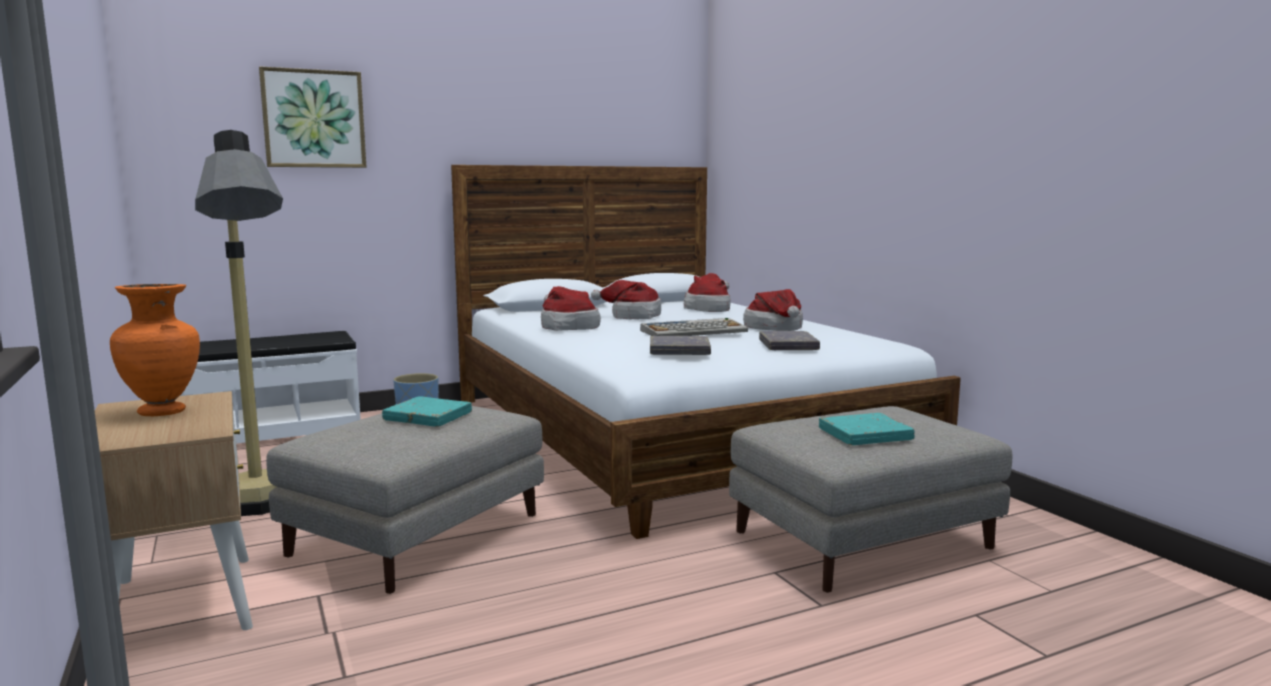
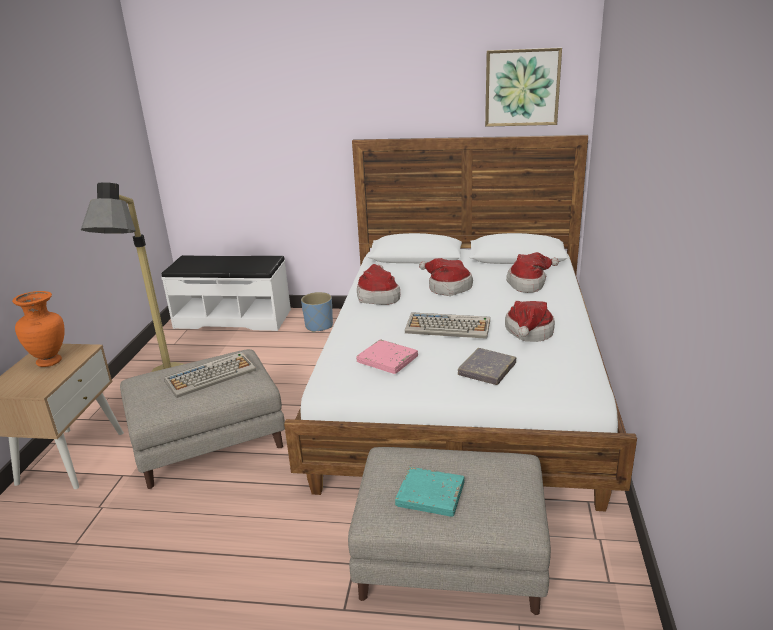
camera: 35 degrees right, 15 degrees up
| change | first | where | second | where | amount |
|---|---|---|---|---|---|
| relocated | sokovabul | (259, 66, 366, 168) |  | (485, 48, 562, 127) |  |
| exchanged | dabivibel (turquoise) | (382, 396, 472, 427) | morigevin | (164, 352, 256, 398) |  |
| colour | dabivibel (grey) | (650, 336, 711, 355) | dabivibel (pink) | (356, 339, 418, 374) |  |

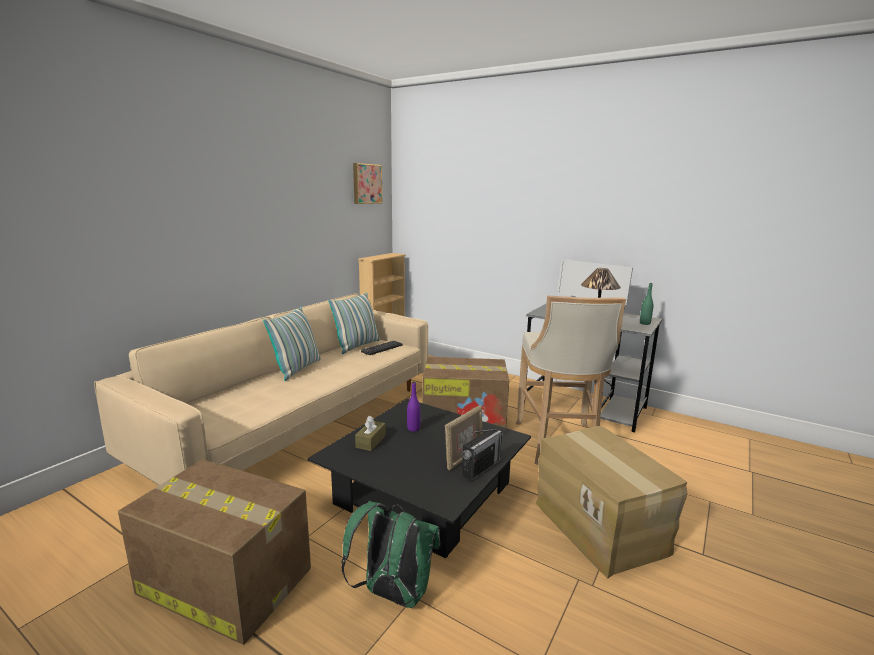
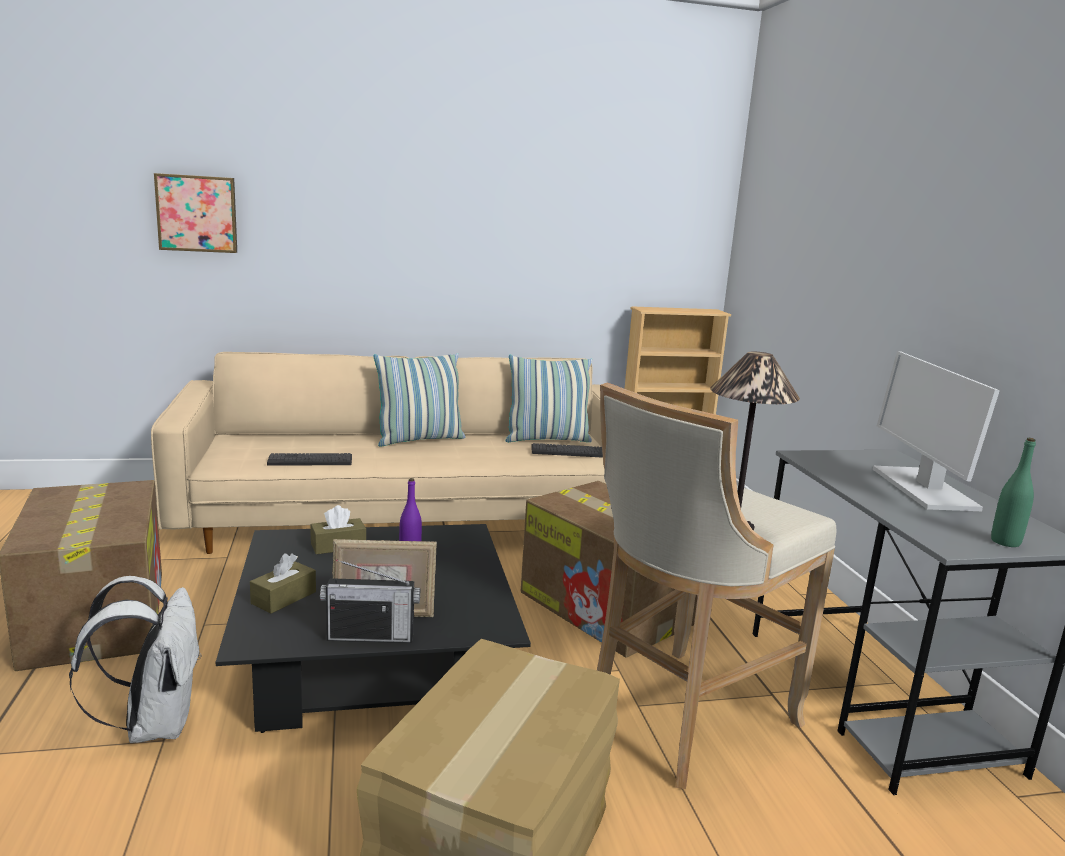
camera: 45 degrees right, 0 degrees up
| change | first | where | second | where | amount |
|---|---|---|---|---|---|
| appeared |  |  | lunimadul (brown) | (250, 553, 316, 614) |  |
| appeared |  |  | morigevin | (267, 453, 352, 466) |  |
| relocated | sokovabul | (353, 163, 382, 204) |  | (154, 173, 237, 253) |  |
| colour | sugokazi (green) | (341, 501, 440, 608) | sugokazi (white) | (69, 576, 202, 743) |  |

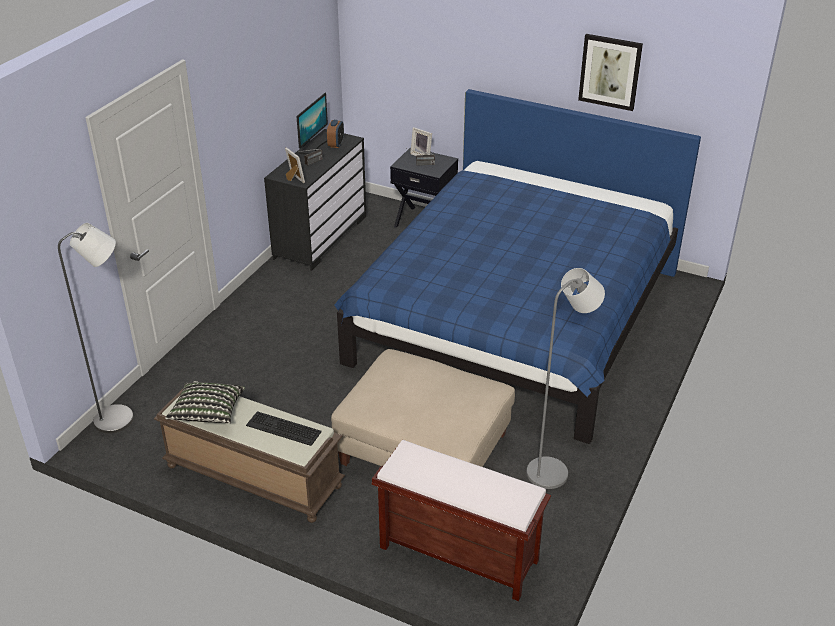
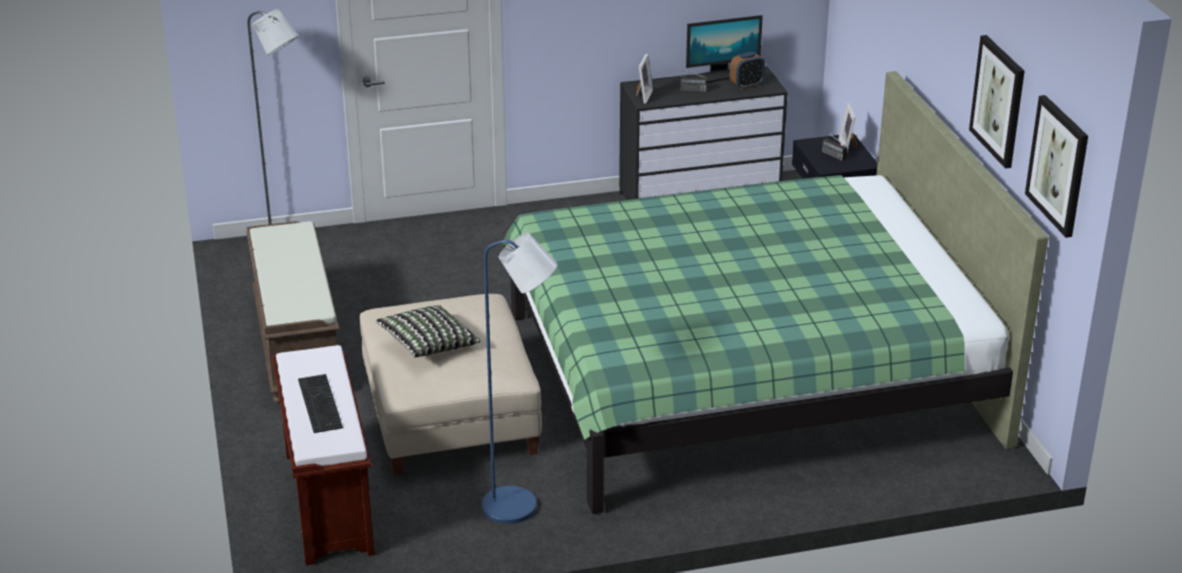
camera: 50 degrees right, 5 degrees down
| change | first | where | second | where | amount |
|---|---|---|---|---|---|
| appeared |  |  | sokovabul | (1025, 95, 1088, 238) |  |
| relocated | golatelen | (165, 382, 245, 423) |  | (375, 305, 481, 357) |  |
| relocated | morigevin | (246, 411, 322, 446) |  | (298, 374, 343, 433) |  |
| colour | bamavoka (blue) | (334, 89, 701, 444) | bamavoka (green) | (502, 71, 1049, 514) |  |
| colour | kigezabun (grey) | (527, 268, 605, 489) | kigezabun (blue) | (482, 233, 558, 524) |  |

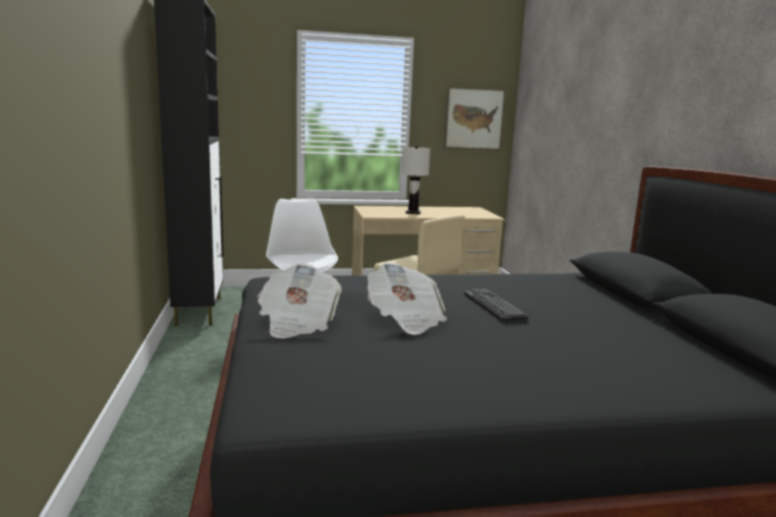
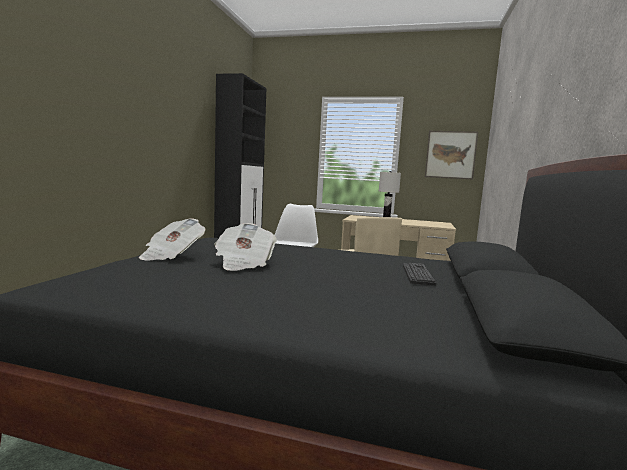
camera: 25 degrees right, 5 degrees down
| change | first | where | second | where | amount |
|---|---|---|---|---|---|
| relocated | morigevin | (464, 289, 528, 321) |  | (403, 263, 436, 286) |  |

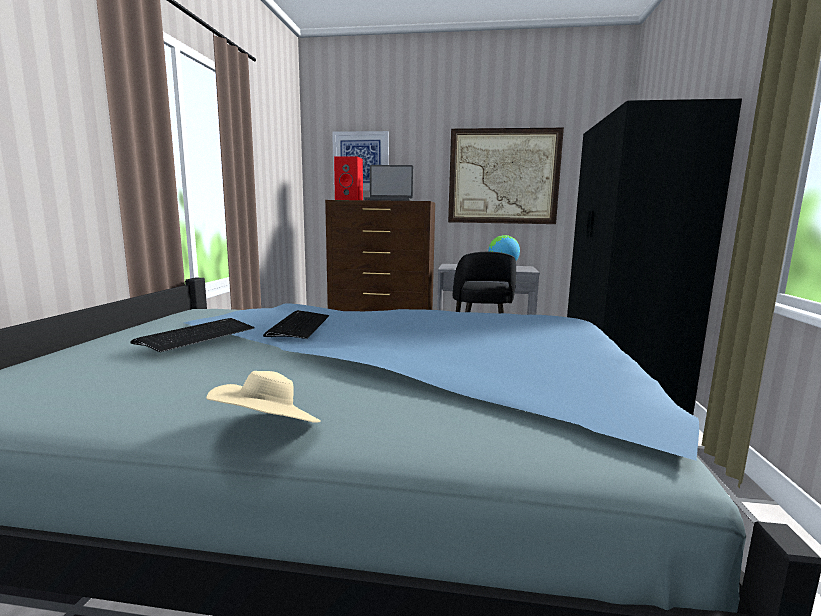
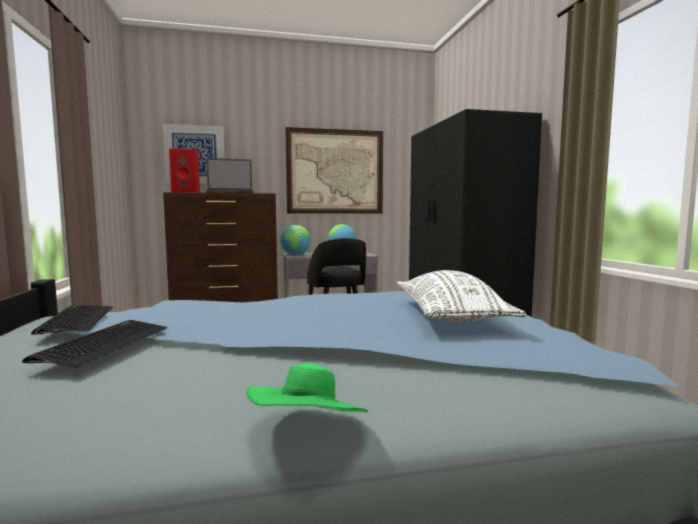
camera: 20 degrees left, 5 degrees down
| change | first | where | second | where | amount |
|---|---|---|---|---|---|
| appeared |  |  | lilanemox | (280, 225, 311, 255) |  |
| appeared |  |  | golatelen (white) | (397, 270, 526, 322) |  |
| relocated | morigevin | (263, 310, 329, 339) |  | (31, 304, 113, 335) |  |
| colour | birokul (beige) | (206, 371, 321, 423) | birokul (green) | (246, 363, 368, 413) |  |

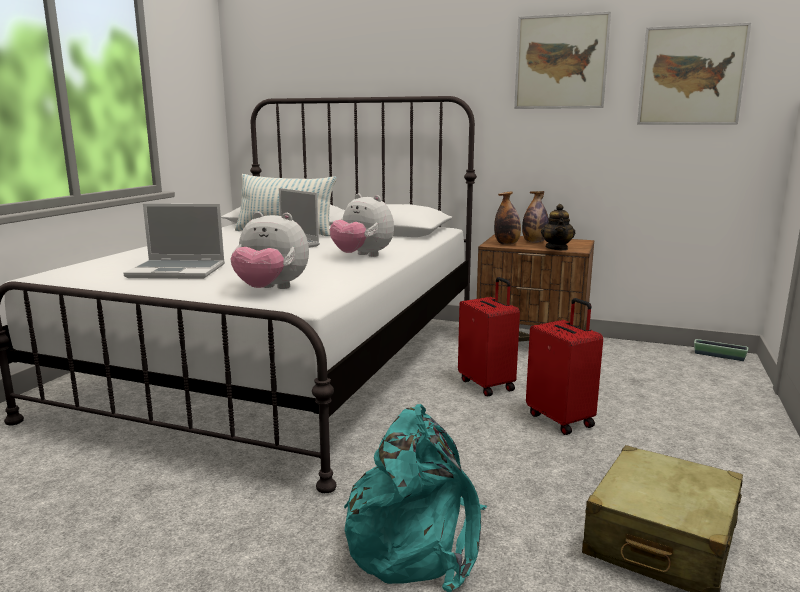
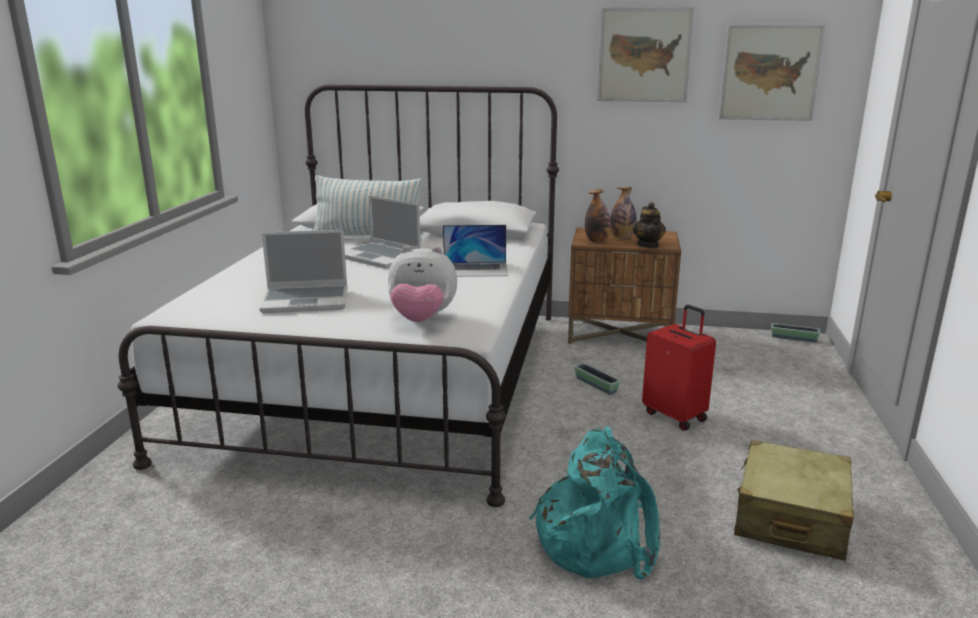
camera: 10 degrees left, 5 degrees up
| change | first | where | second | where | amount |
|---|---|---|---|---|---|
| exchanged | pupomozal | (330, 193, 394, 257) | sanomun | (443, 225, 508, 277) |  |
| exchanged | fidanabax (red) | (458, 277, 520, 397) | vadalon | (575, 363, 620, 395) |  |

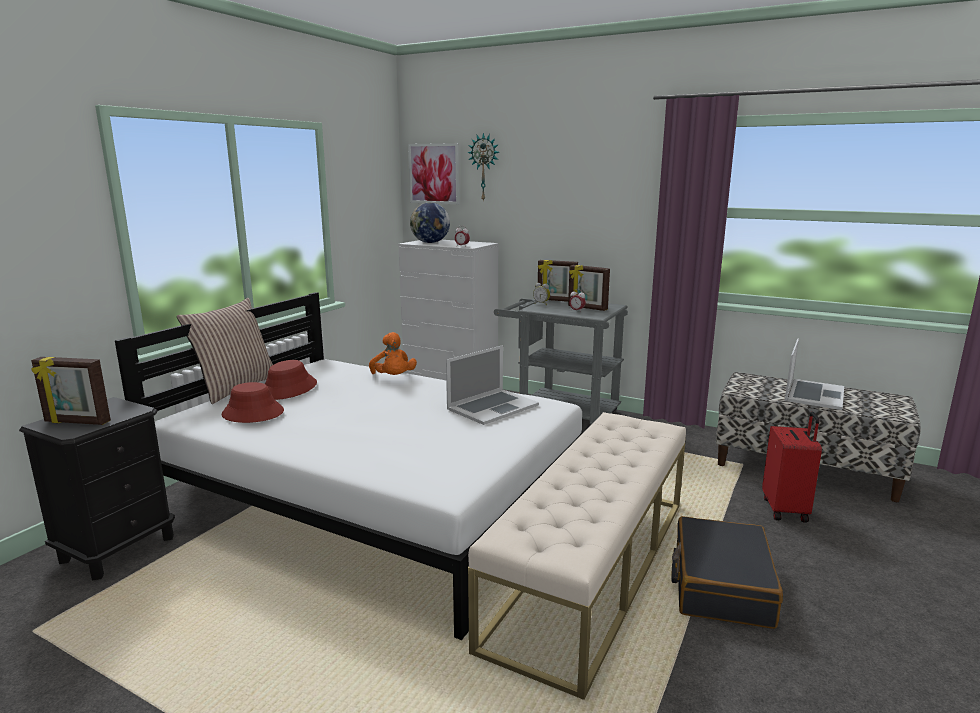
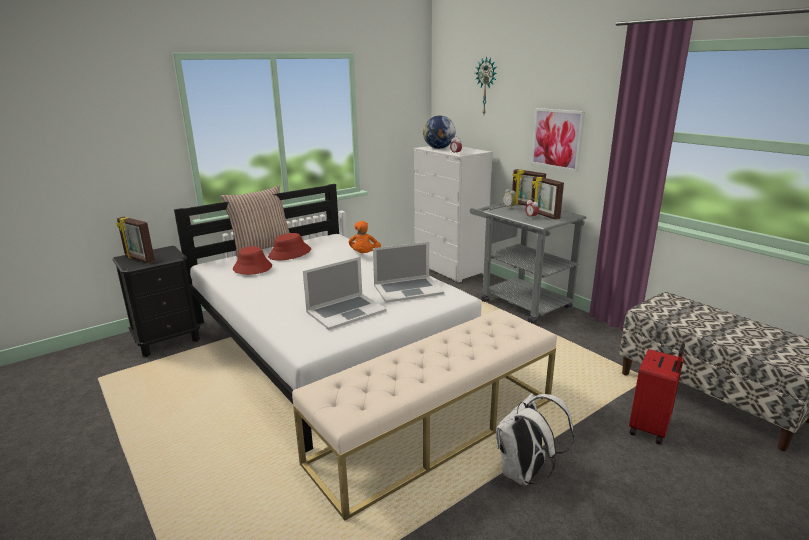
camera: 25 degrees right, 5 degrees up
| change | first | where | second | where | amount |
|---|---|---|---|---|---|
| relocated | sokovabul | (408, 143, 460, 204) |  | (531, 108, 585, 172) |  |
| relocated | sanomun | (785, 339, 844, 410) |  | (303, 257, 386, 330) |  |
| exchanged | fidanabax (black) | (671, 516, 783, 629) | sugokazi (white) | (496, 393, 574, 486) |  |

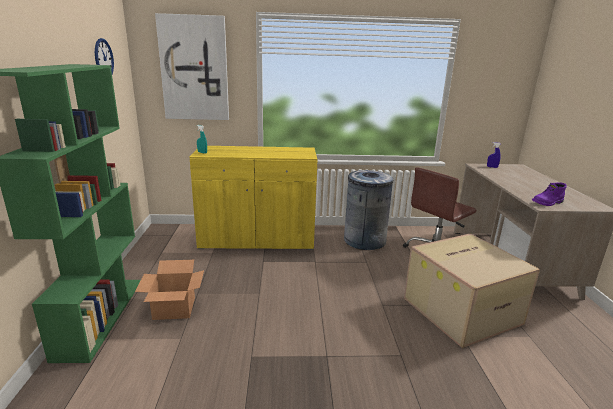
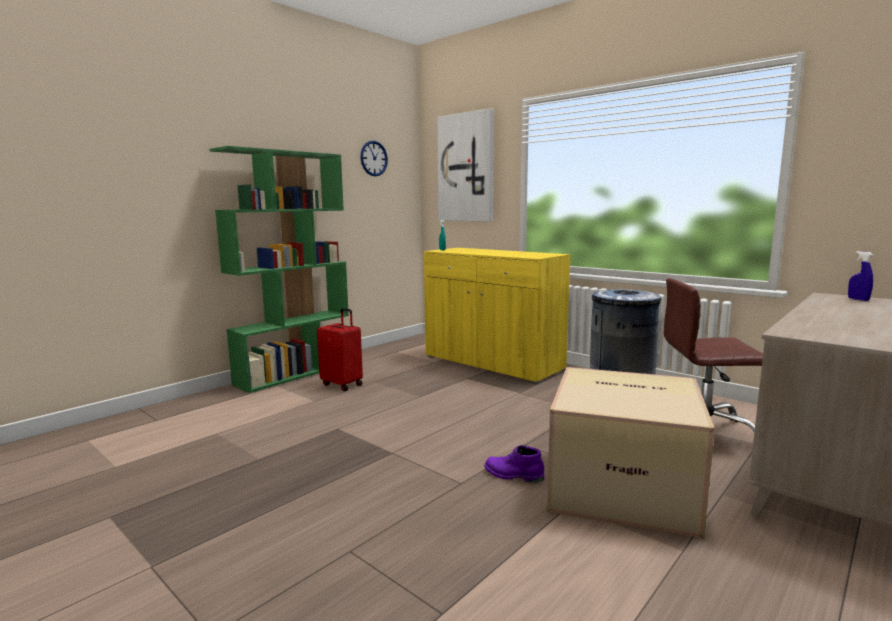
camera: 45 degrees right, 10 degrees down
| change | first | where | second | where | amount |
|---|---|---|---|---|---|
| relocated | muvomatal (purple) | (532, 182, 567, 206) |  | (485, 445, 544, 483) |  |
| exchanged | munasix | (135, 260, 204, 320) | fidanabax (red) | (317, 308, 363, 391) |  |

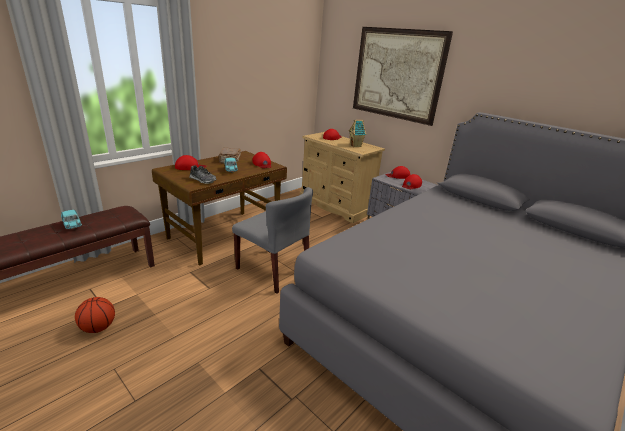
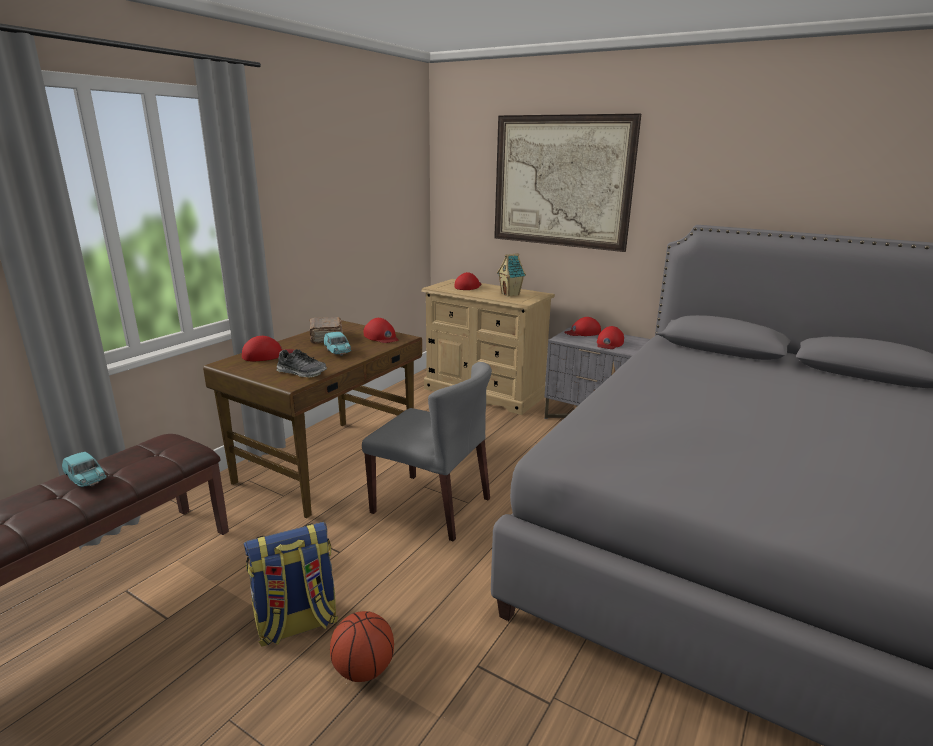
camera: 10 degrees left, 5 degrees down
| change | first | where | second | where | amount |
|---|---|---|---|---|---|
| appeared |  |  | sugokazi | (243, 522, 338, 647) |  |
| relocated | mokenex | (75, 297, 115, 333) |  | (330, 611, 394, 682) |  |

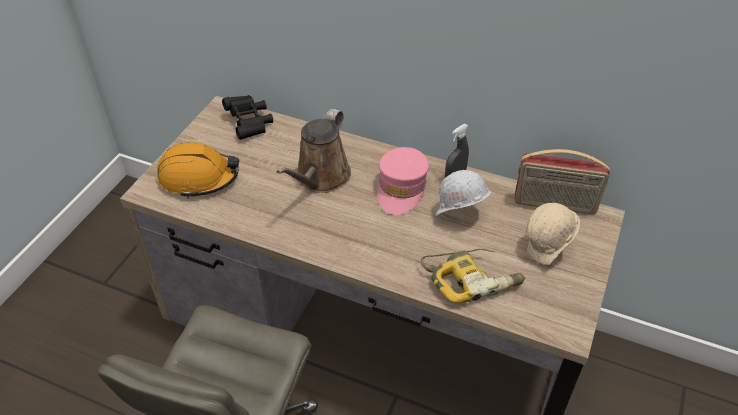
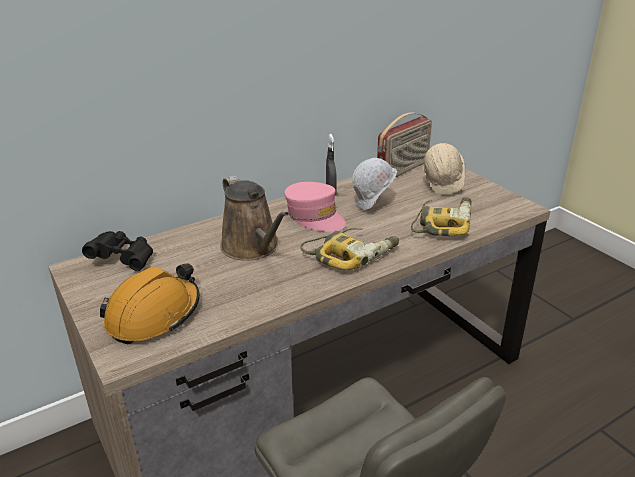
camera: 55 degrees left, 15 degrees down
| change | first | where | second | where | amount |
|---|---|---|---|---|---|
| appeared |  |  | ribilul | (300, 228, 399, 270) |  |

